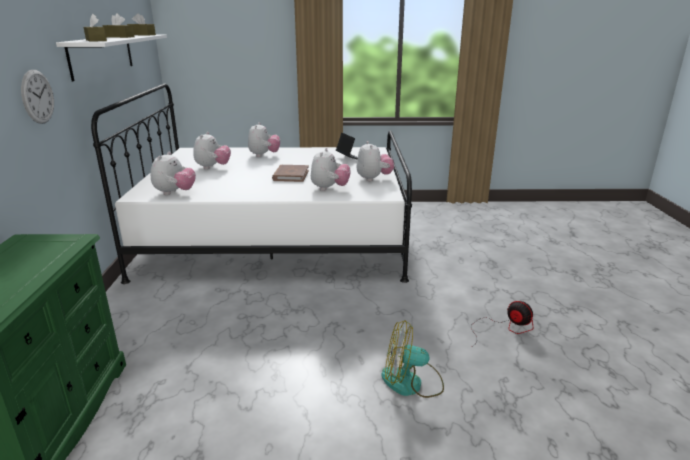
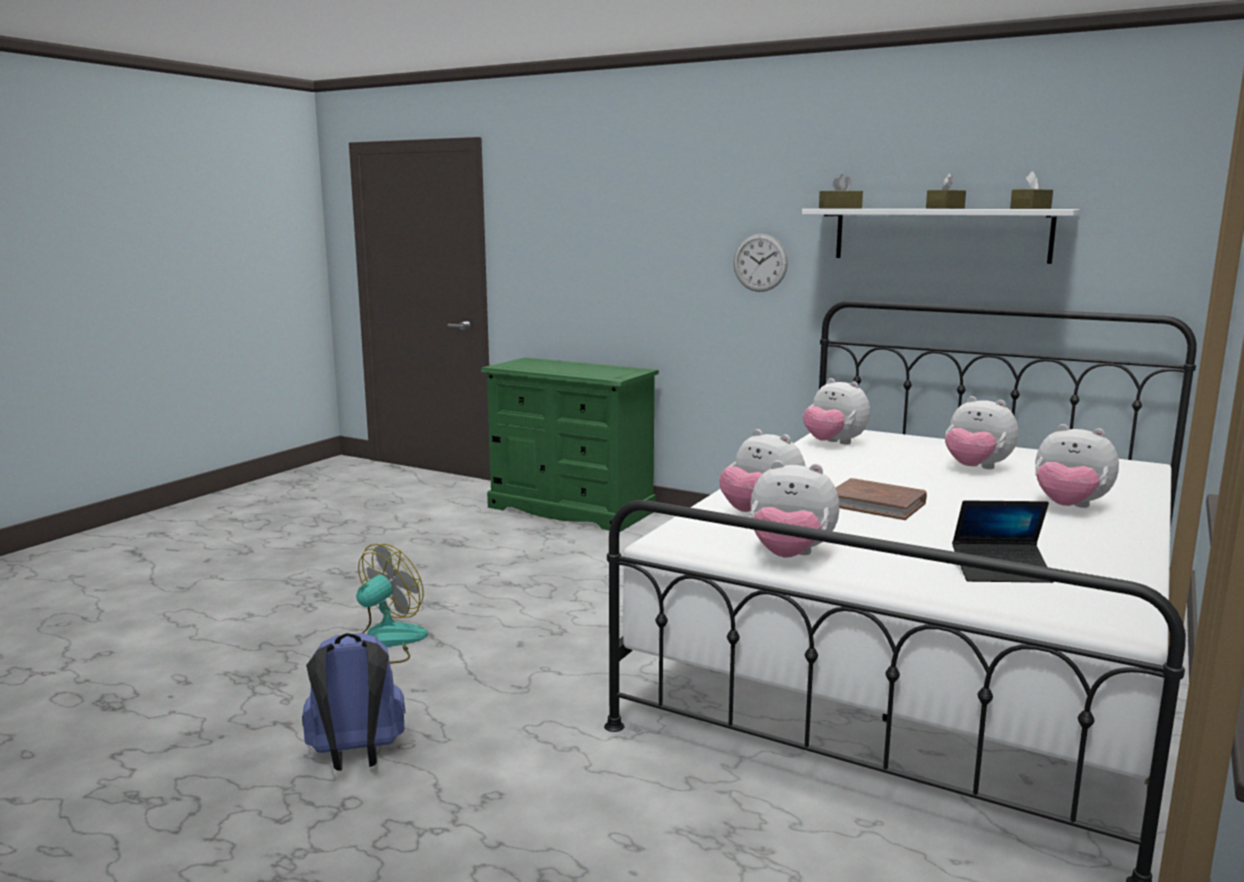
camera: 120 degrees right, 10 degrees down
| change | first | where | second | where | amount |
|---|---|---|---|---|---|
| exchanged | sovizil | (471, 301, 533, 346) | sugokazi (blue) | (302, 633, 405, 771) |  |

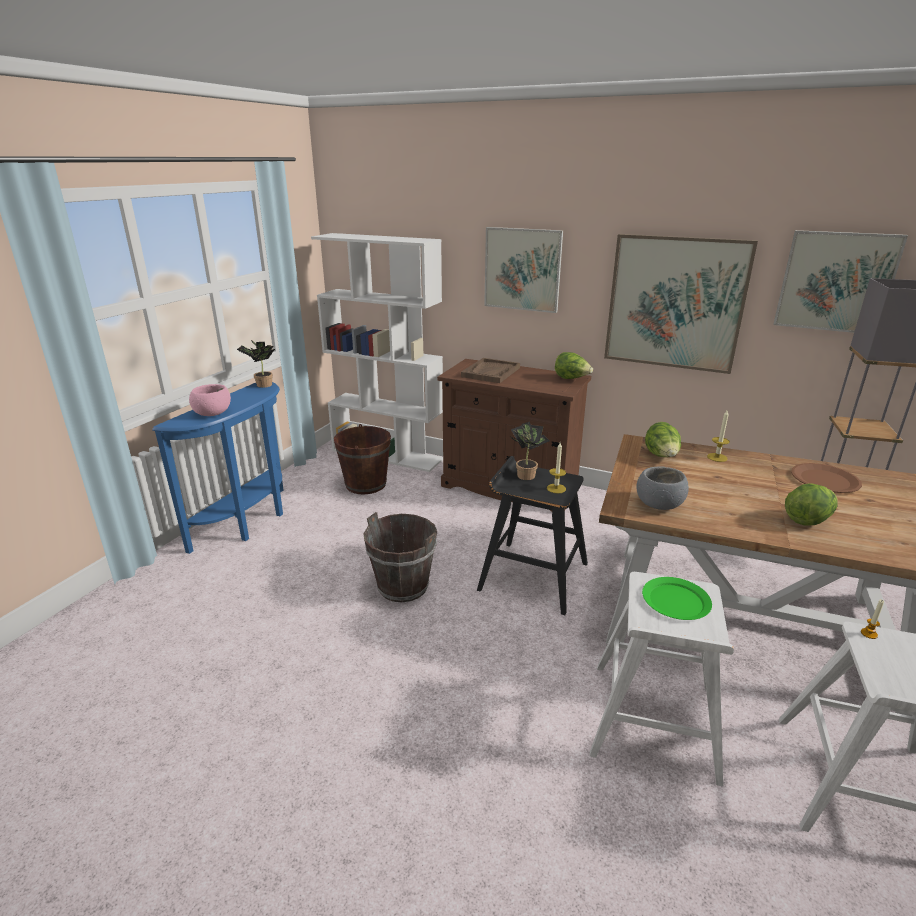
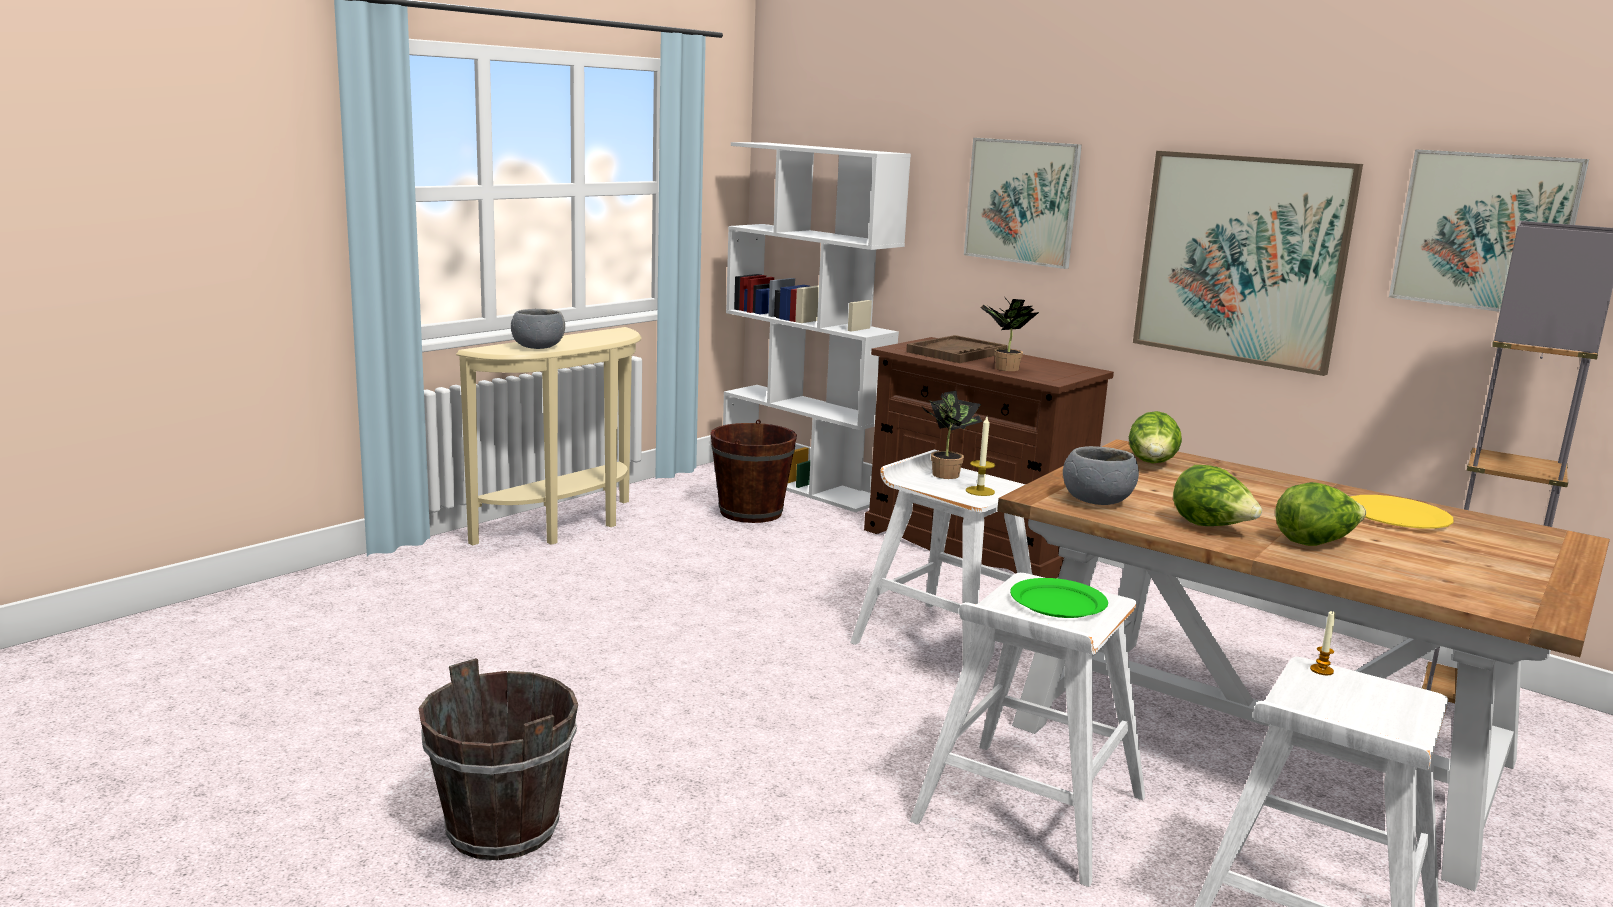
camera: 15 degrees right, 10 degrees down
| change | first | where | second | where | amount |
|---|---|---|---|---|---|
| missing | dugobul | (707, 410, 730, 462) |  |  |  |
| relocated | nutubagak | (237, 340, 275, 388) |  | (980, 298, 1039, 371) |  |
| relocated | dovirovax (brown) | (363, 512, 437, 603) |  | (419, 658, 578, 860) |  |
| relocated | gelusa | (555, 352, 593, 379) |  | (1173, 465, 1262, 526) |  |
| colour | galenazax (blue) | (152, 382, 284, 554) | galenazax (beige) | (456, 327, 642, 545) |  |
| colour | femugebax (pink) | (189, 384, 231, 416) | femugebax (grey) | (511, 309, 565, 349) |  |
| colour | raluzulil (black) | (477, 456, 588, 615) | raluzulil (white) | (850, 450, 1032, 669) |  |
| colour | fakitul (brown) | (791, 463, 862, 493) | fakitul (yellow) | (1351, 495, 1453, 529) |  |

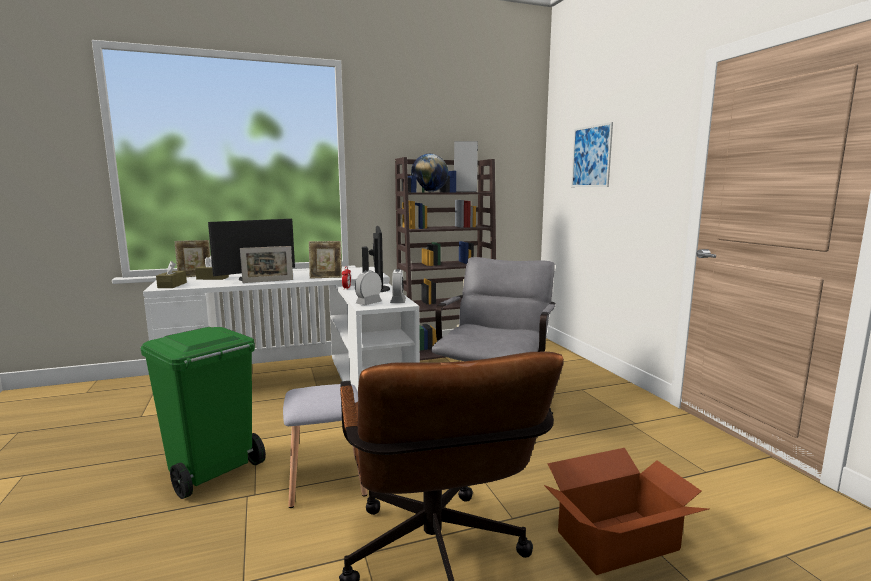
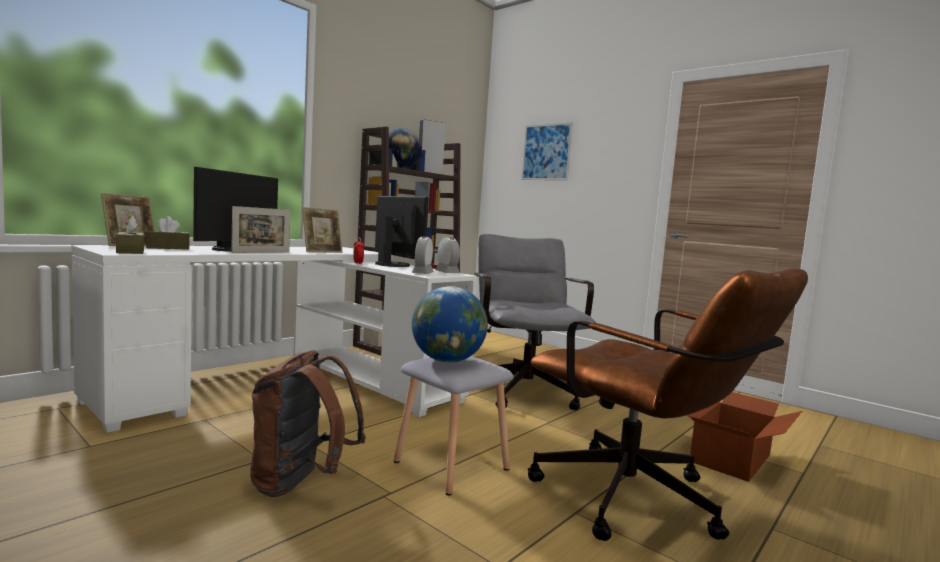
camera: 30 degrees left, 5 degrees down
| change | first | where | second | where | amount |
|---|---|---|---|---|---|
| appeared |  |  | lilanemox | (412, 286, 488, 363) |  |
| exchanged | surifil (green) | (140, 327, 266, 499) | sugokazi (brown) | (250, 350, 366, 497) |  |

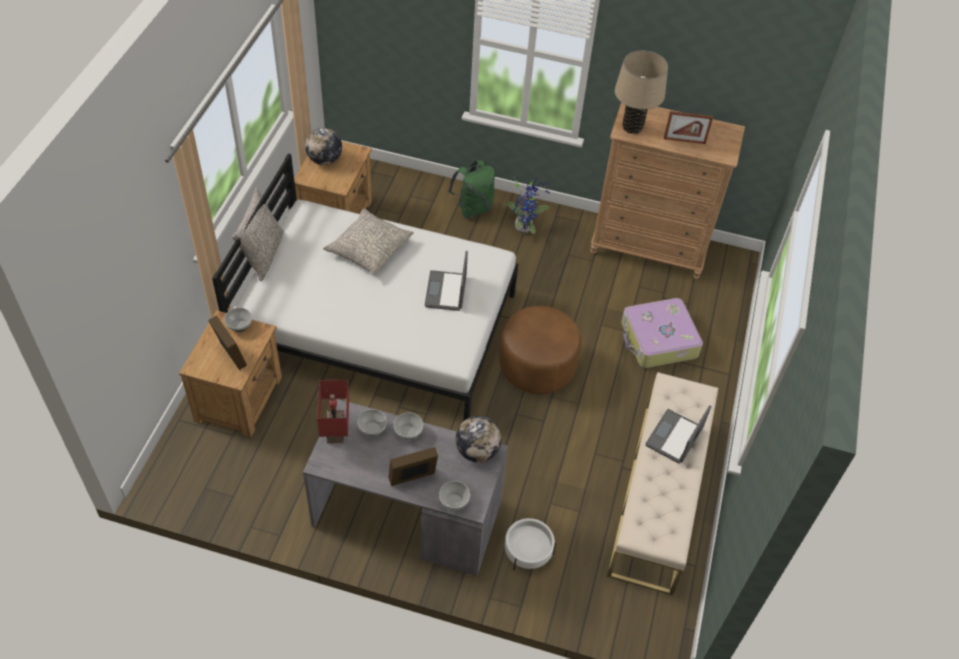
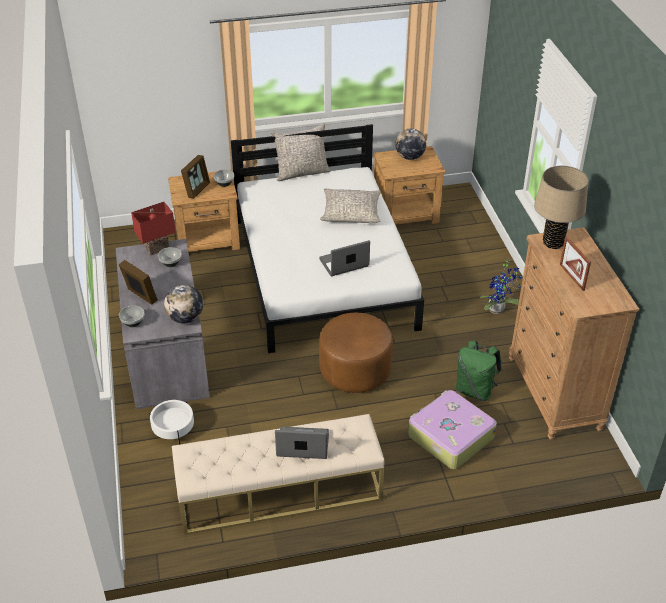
camera: 65 degrees right, 10 degrees down
| change | first | where | second | where | amount |
|---|---|---|---|---|---|
| missing | femugebax | (393, 412, 423, 440) |  |  |  |
| relocated | sugokazi (green) | (448, 160, 495, 218) |  | (456, 341, 501, 401) |  |

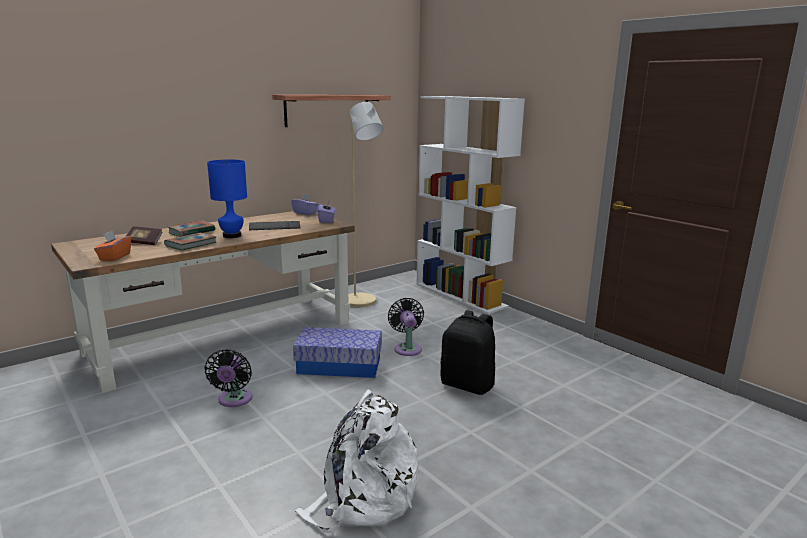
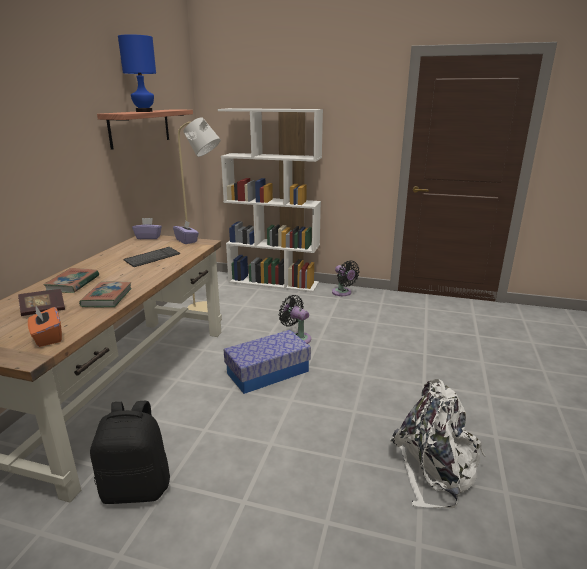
camera: 35 degrees left, 5 degrees up
| change | first | where | second | where | amount |
|---|---|---|---|---|---|
| relocated | sovizil (black) | (204, 349, 253, 407) |  | (332, 260, 360, 296) |  |
| relocated | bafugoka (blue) | (207, 160, 247, 238) |  | (118, 34, 156, 112) |  |
| relocated | sugokazi (black) | (440, 310, 495, 395) |  | (90, 401, 170, 504) |  |

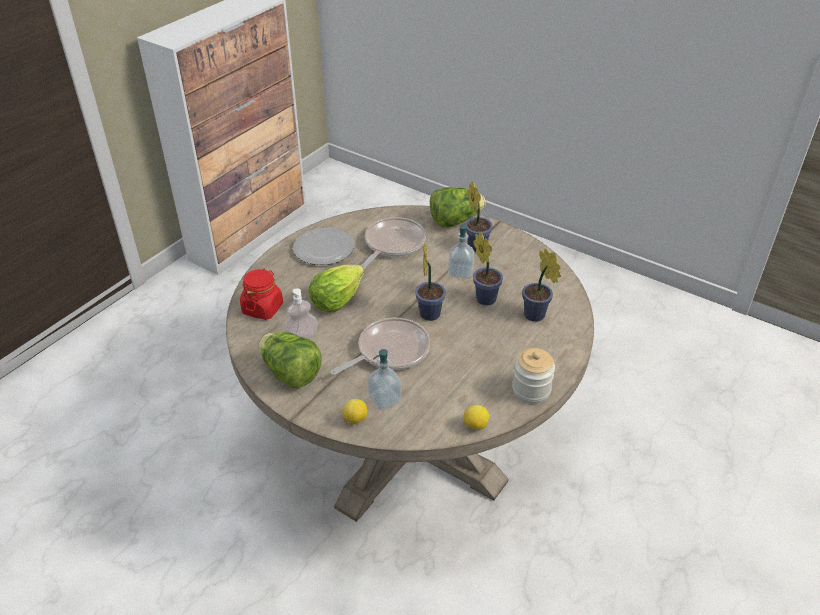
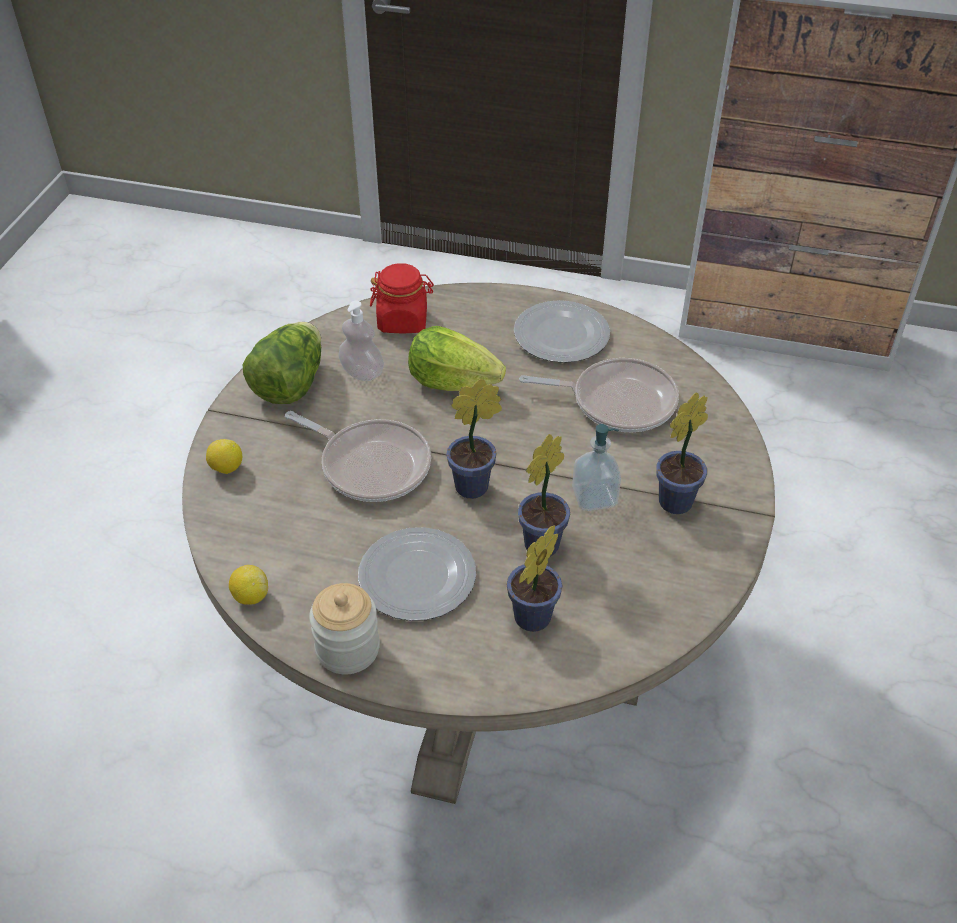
camera: 70 degrees right, 5 degrees up
| change | first | where | second | where | amount |
|---|---|---|---|---|---|
| missing | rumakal | (367, 349, 402, 410) |  |  |  |
| missing | gelusa | (430, 187, 486, 228) |  |  |  |
| appeared |  |  | fakitul | (358, 527, 476, 621) |  |

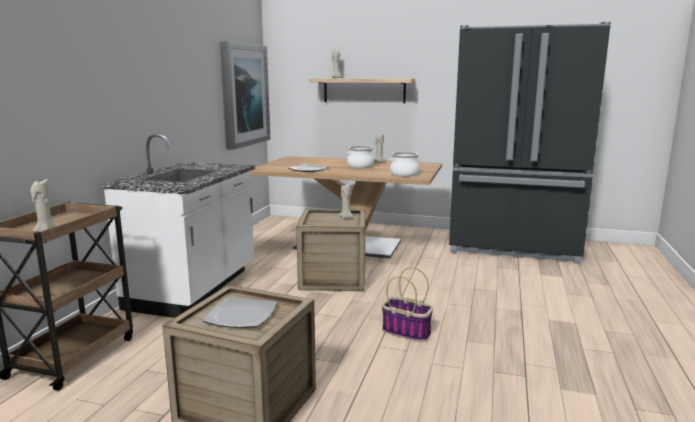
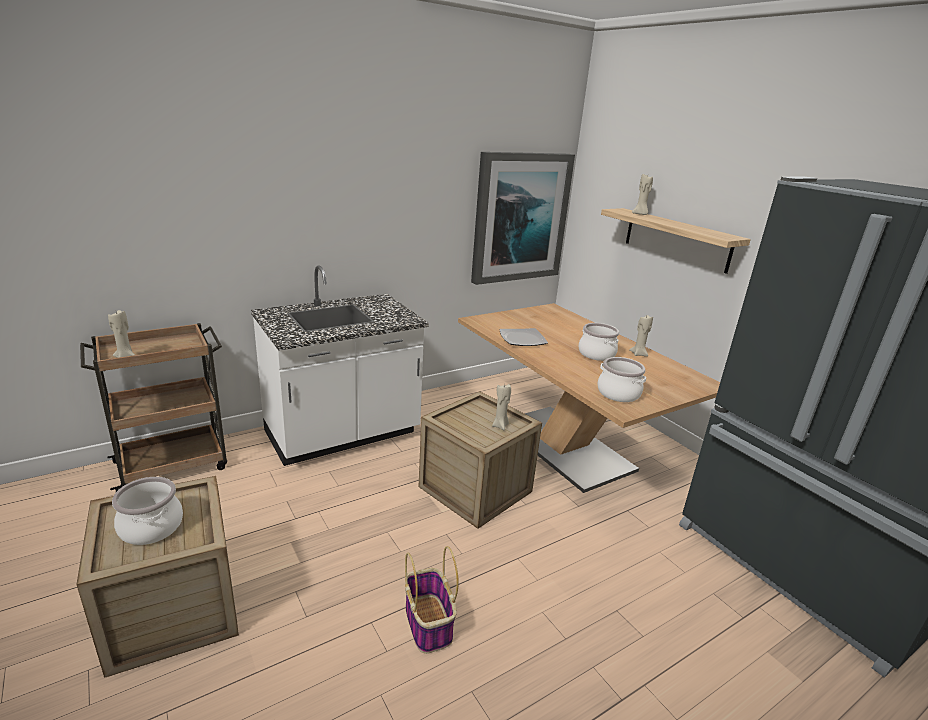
camera: 40 degrees right, 10 degrees up
| change | first | where | second | where | amount |
|---|---|---|---|---|---|
| exchanged | fakitul | (202, 297, 277, 328) | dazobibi | (112, 477, 183, 545) |  |

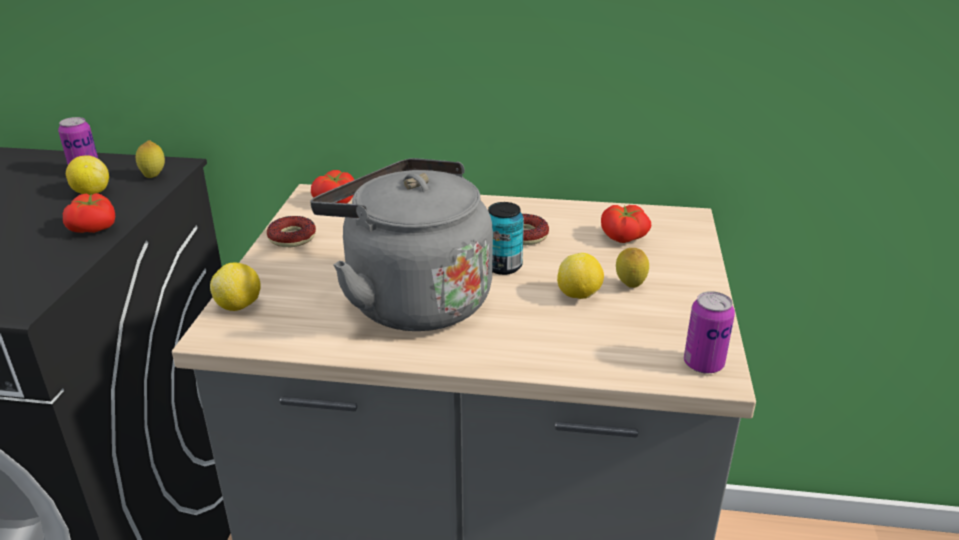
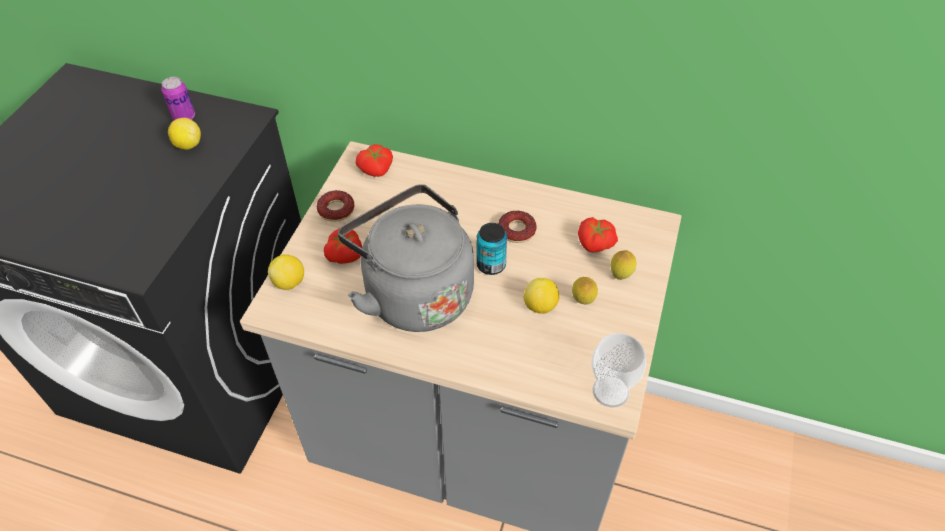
camera: 10 degrees right, 20 degrees up
| change | first | where | second | where | amount |
|---|---|---|---|---|---|
| relocated | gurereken | (63, 193, 115, 233) |  | (324, 229, 362, 264) |  |
| relocated | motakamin | (136, 140, 165, 178) |  | (611, 250, 636, 280) |  |
| exchanged | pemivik | (684, 291, 735, 374) | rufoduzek | (592, 333, 646, 408) |  |

